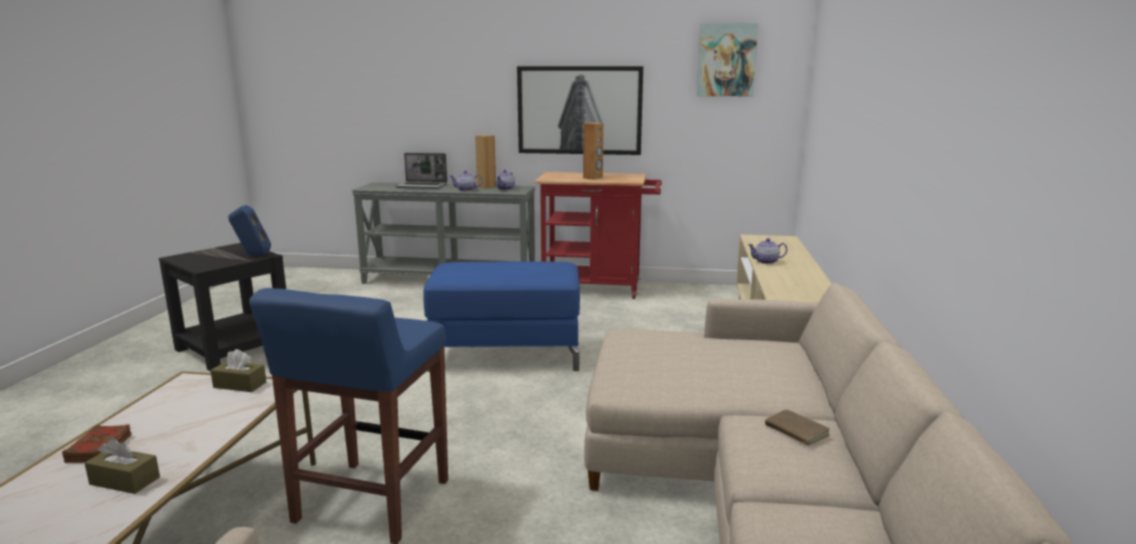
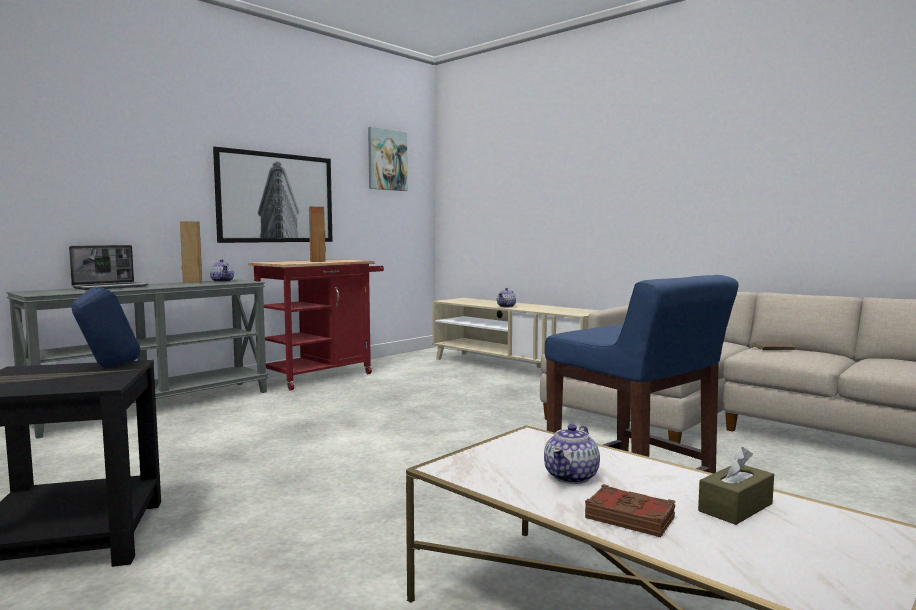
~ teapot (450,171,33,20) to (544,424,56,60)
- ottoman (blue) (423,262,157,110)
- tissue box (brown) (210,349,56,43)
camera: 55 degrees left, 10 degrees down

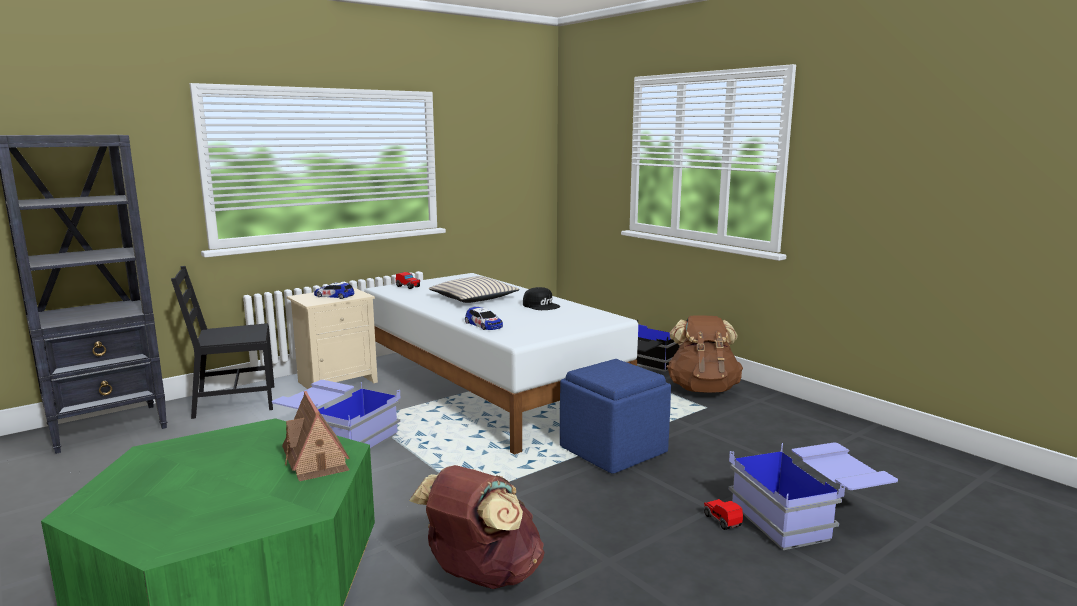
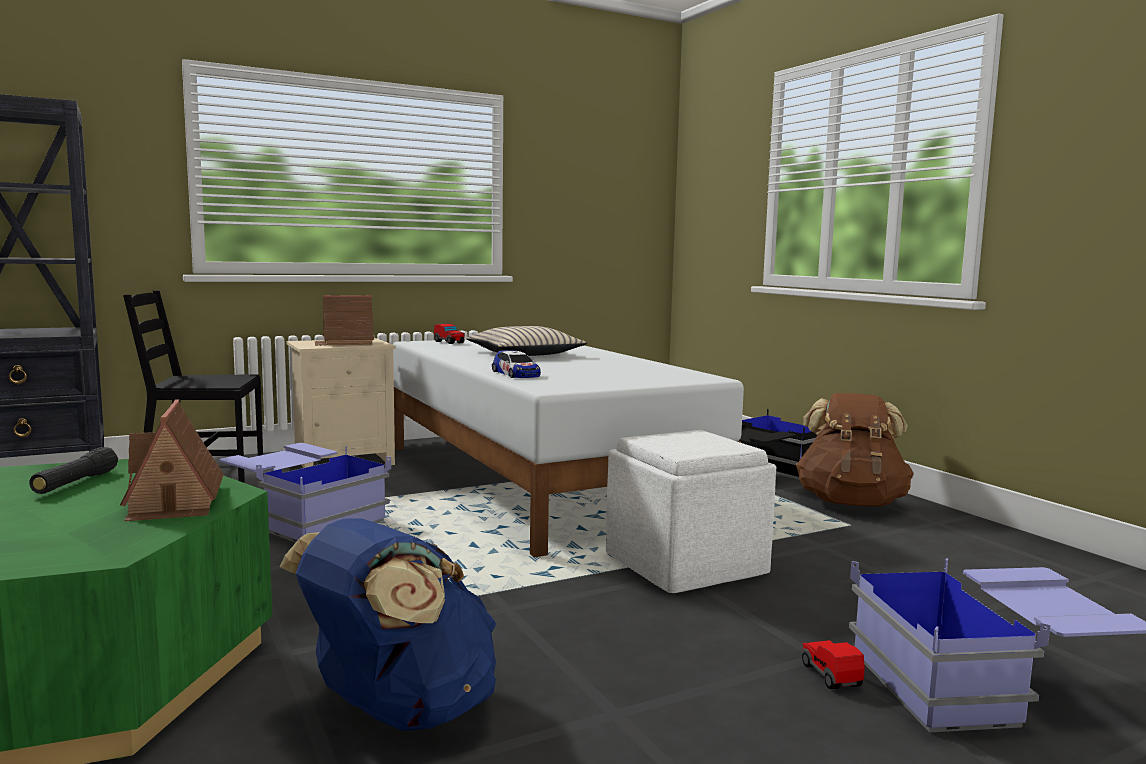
~ toy car (314,283,40,16) to toy house (315,295,59,51)
- cap (black) (523,287,37,23)
~ ottoman (blue) (560,359,111,114) to ottoman (white) (606,430,170,163)
~ backpack (brown) (409,465,136,124) to backpack (blue) (280,518,216,213)
+ flashlight (black) (29,447,89,47)
camera: 10 degrees right, 5 degrees down

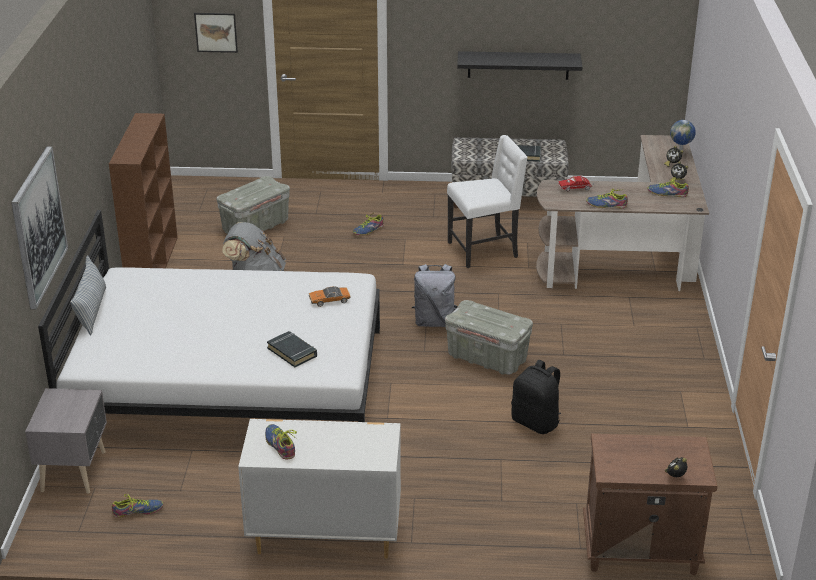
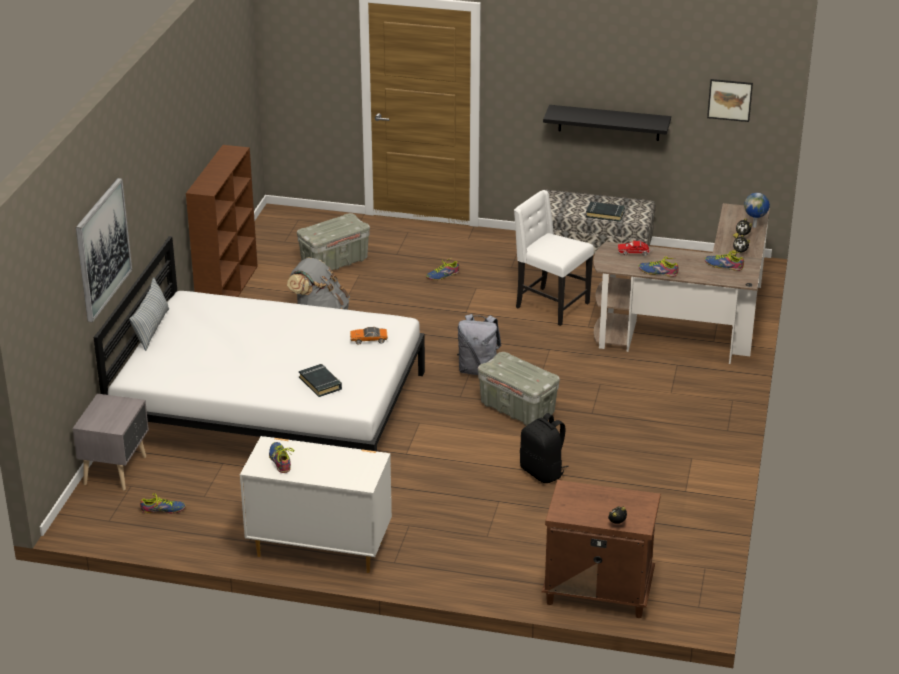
~ picture (194,13,44,40) to (707,79,46,43)
~ chair (white) (447,135,81,133) = (514,190,80,136) 135 degrees counterclockwise
camera: 10 degrees right, 0 degrees up

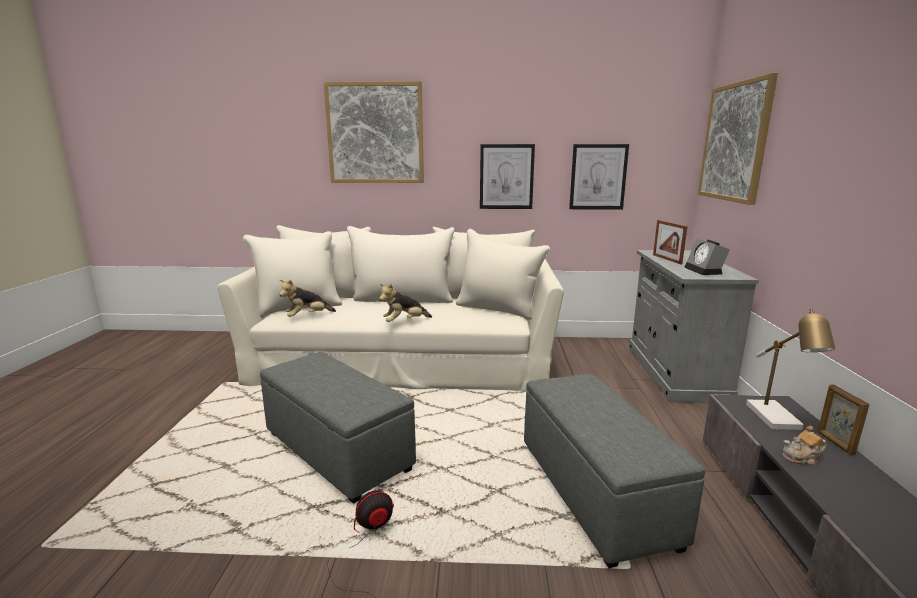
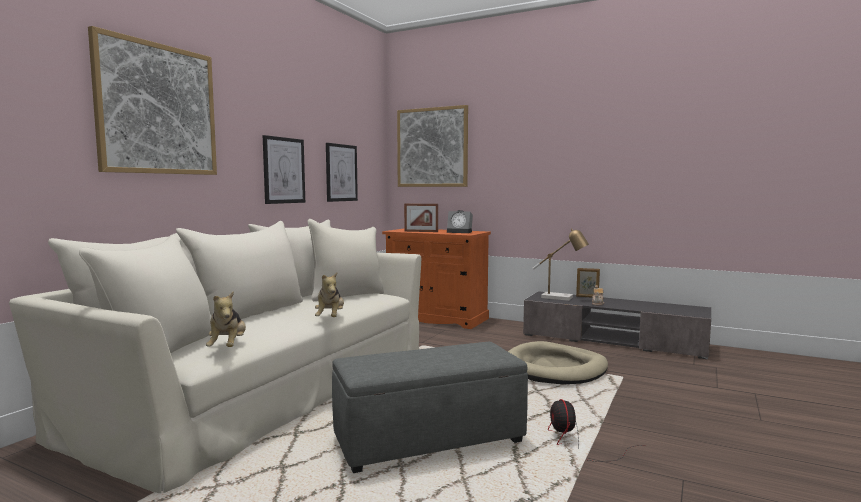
~ cabinet (grey) (629,250,130,153) to cabinet (orange) (382,229,109,100)
~ ottoman (grey) (524,374,181,195) to dog bed (beige) (508,341,100,43)
camera: 65 degrees left, 10 degrees down

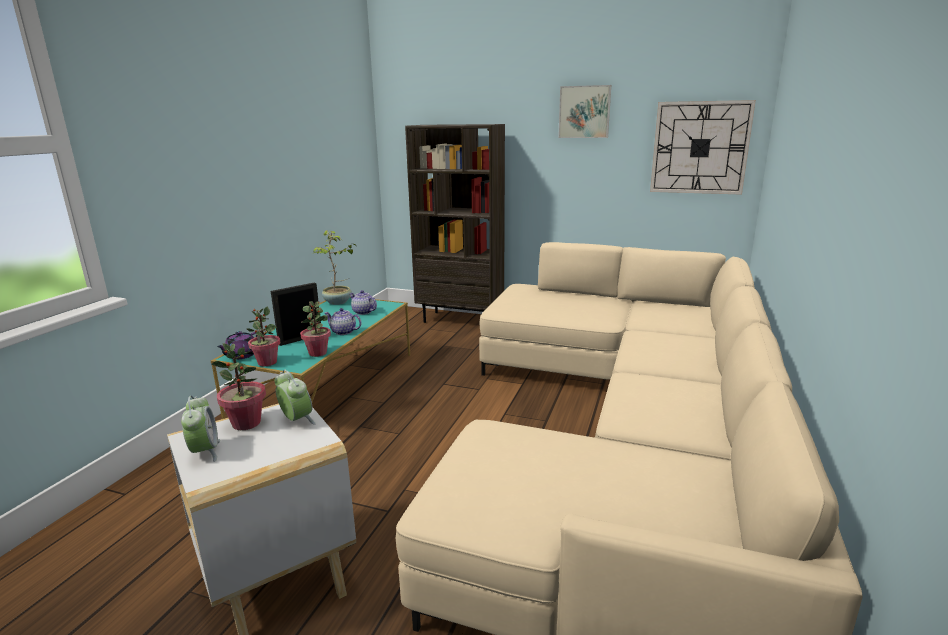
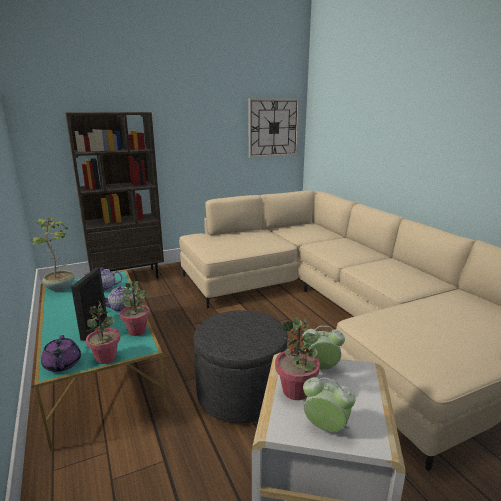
- picture (558,85,53,53)
+ ottoman (grey) (194,310,94,113)
camera: 45 degrees left, 0 degrees up

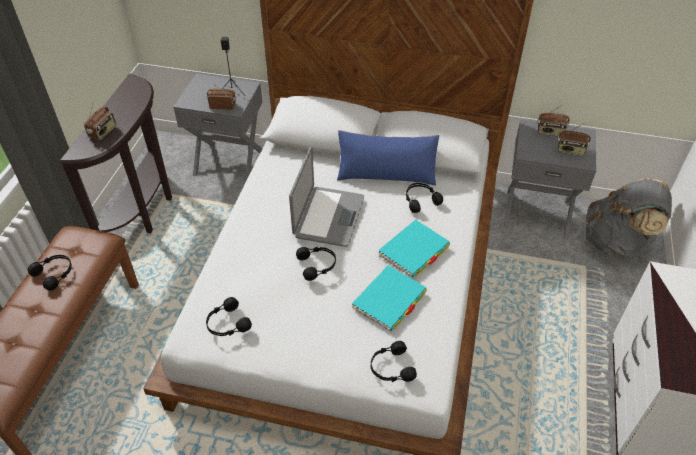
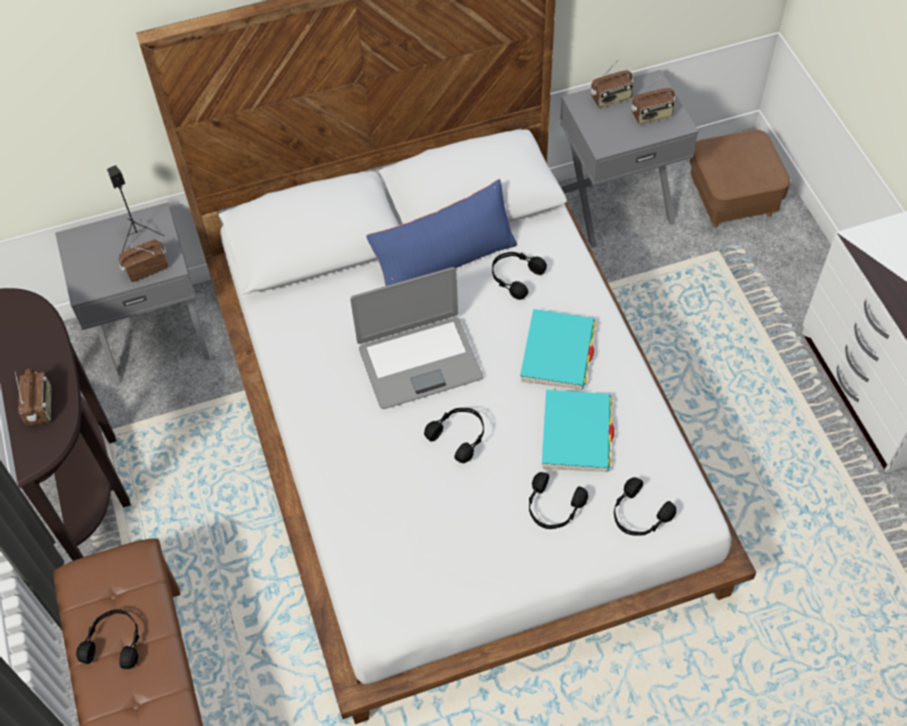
~ laptop (289,147,75,99) = (350,267,133,142) 90 degrees clockwise
~ backpack (grey) (586,178,86,81) to ottoman (brown) (690,130,100,98)
~ headphones (black) (206,297,46,39) to (529,472,59,57)
camera: 30 degrees left, 10 degrees up

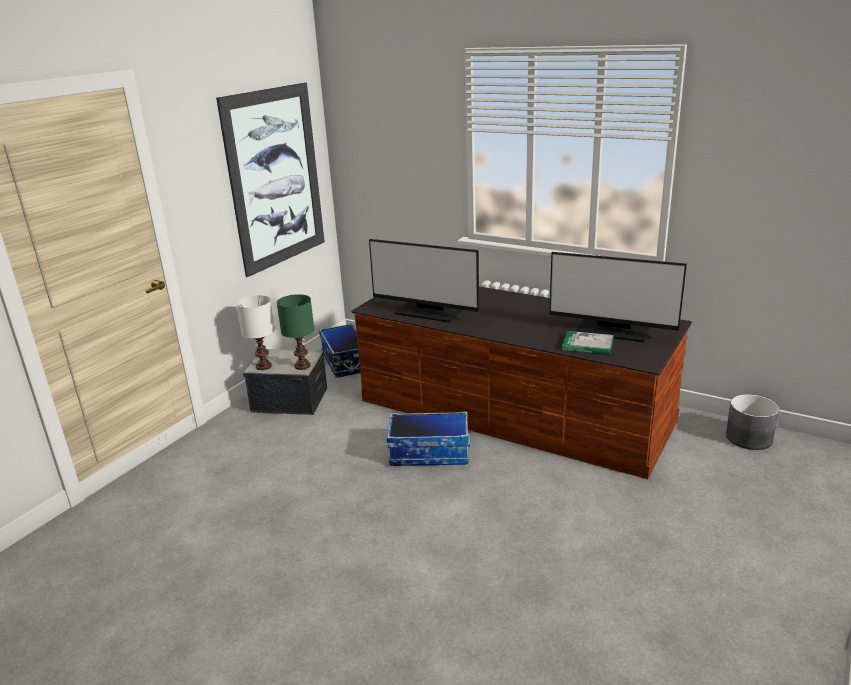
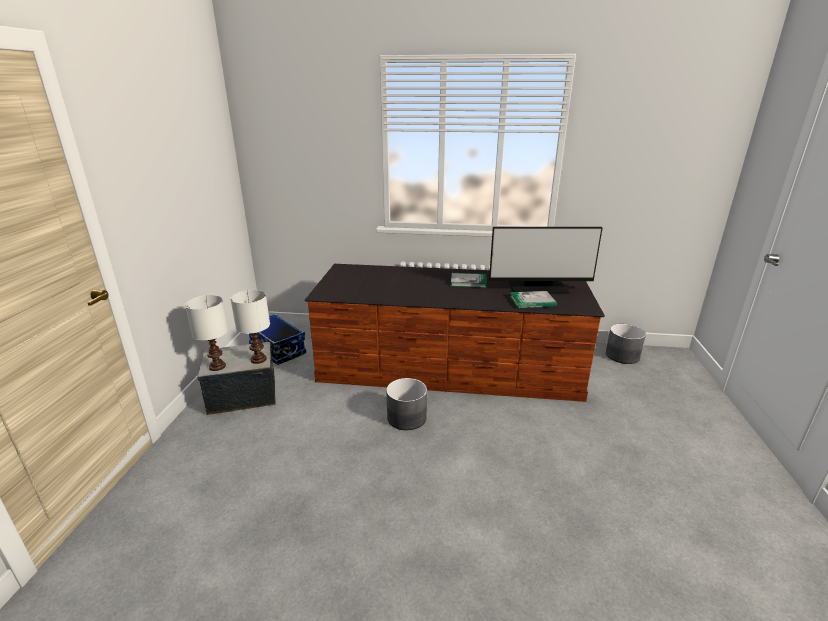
- picture (216,82,109,195)
- monitor (369,239,110,83)
~ table lamp (green) (277,294,37,76) to table lamp (white) (230,290,40,74)
~ storage box (387,412,83,54) to planter (grey) (386,378,41,52)
+ book (451,273,36,15)
camera: 25 degrees left, 0 degrees up

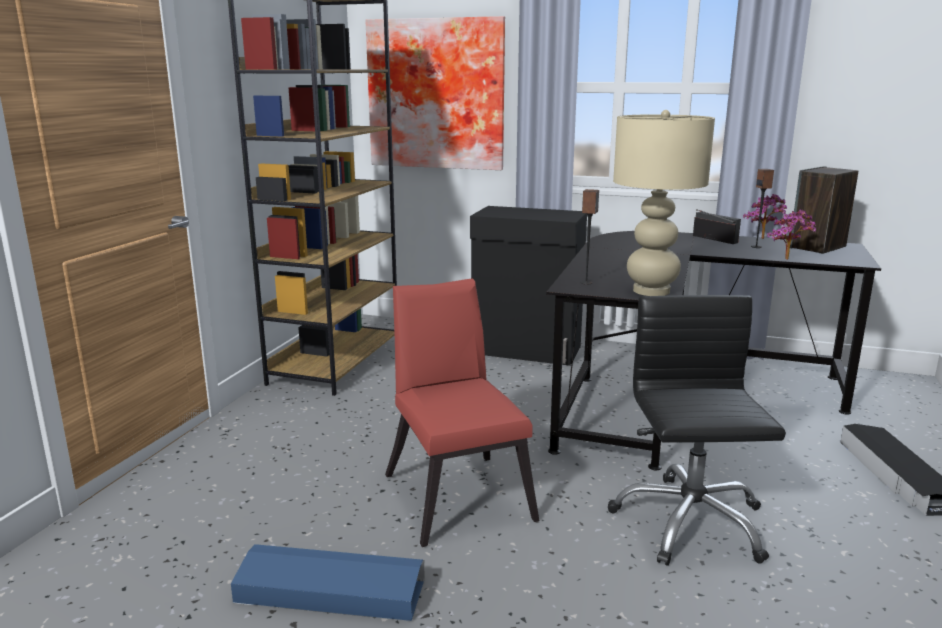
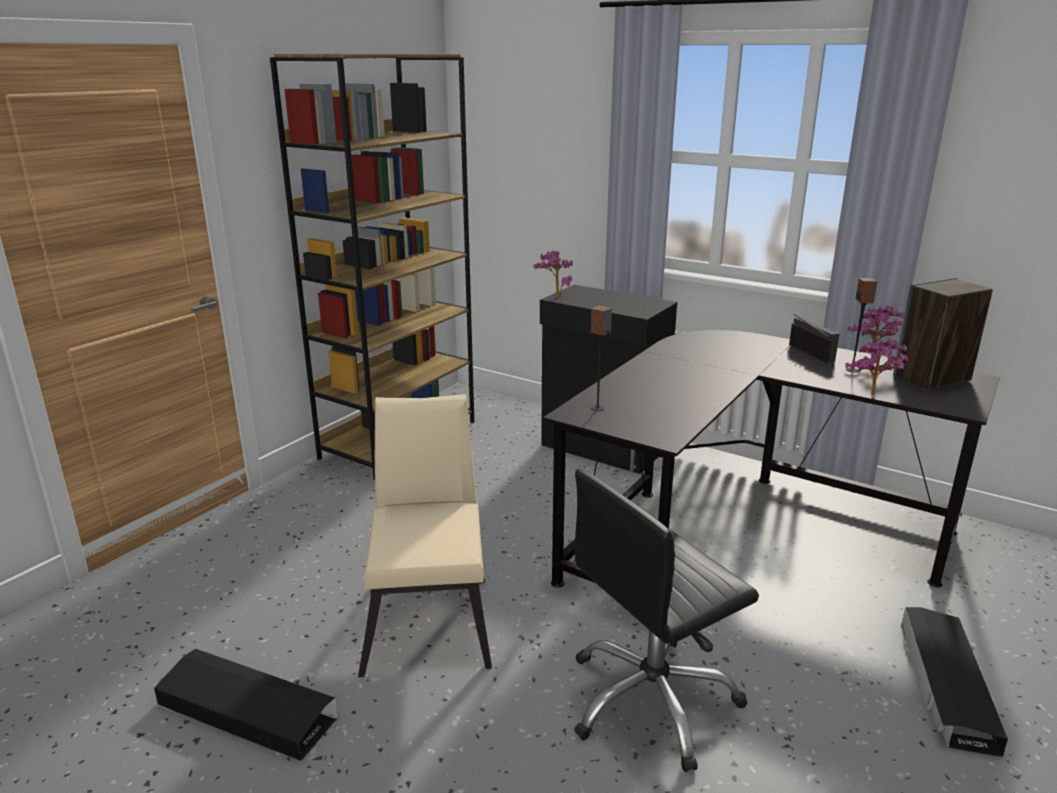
- picture (365,16,140,154)
- table lamp (beige) (613,110,102,186)
~ chair (red) (385,278,154,269) to chair (beige) (358,394,134,283)
~ office chair (black) (608,295,178,271) = (574,469,185,303) 135 degrees counterclockwise
~ storage box (blue) (231,544,194,77) to storage box (black) (154,649,184,112)
+ potted plant (534,251,39,47)
camera: 15 degrees right, 5 degrees up

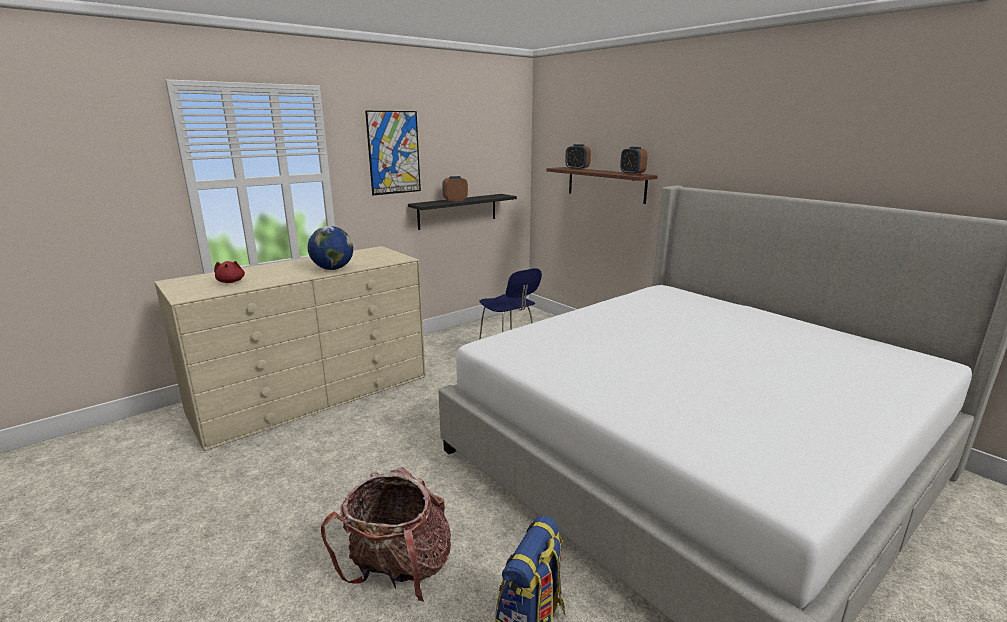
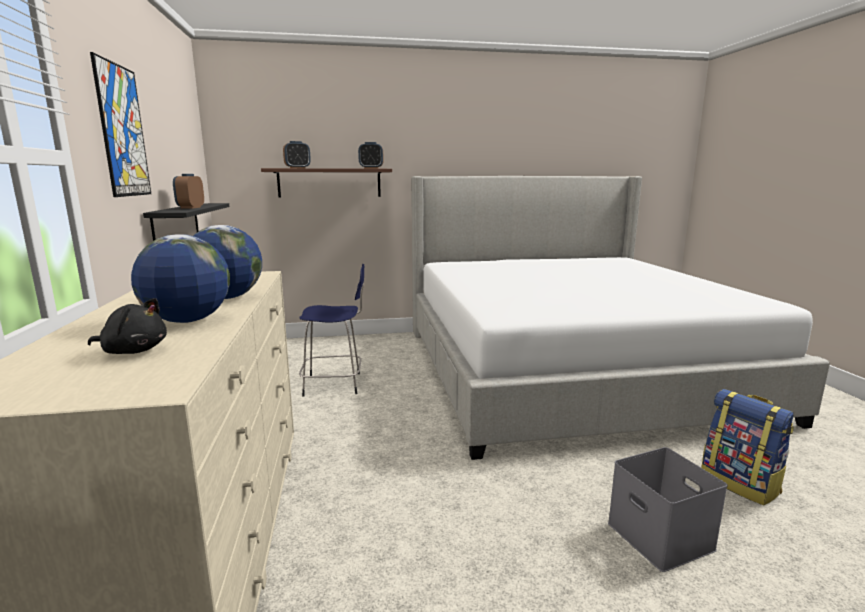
~ plush toy (red) (214,261,31,22) to plush toy (black) (88,298,79,56)
~ backpack (321,467,130,135) to storage box (grey) (608,447,120,125)
+ globe (131,234,99,89)
camera: 60 degrees left, 5 degrees down

